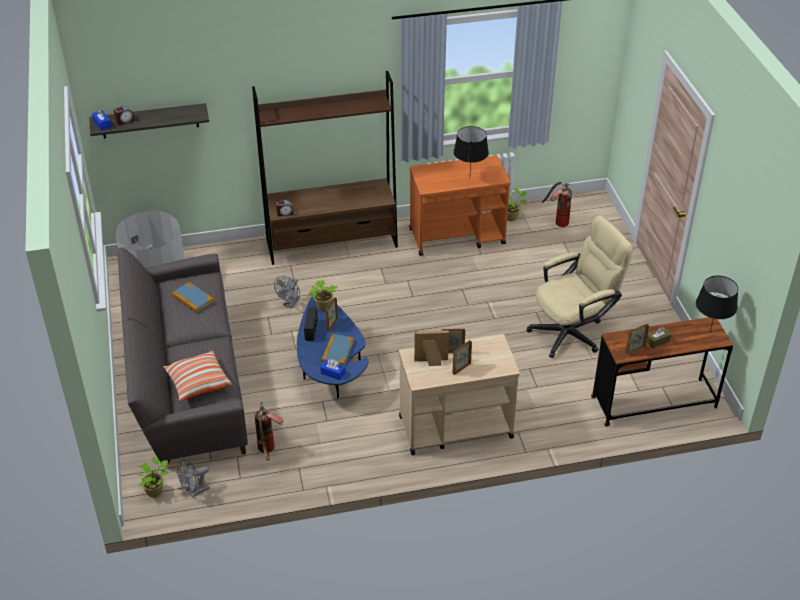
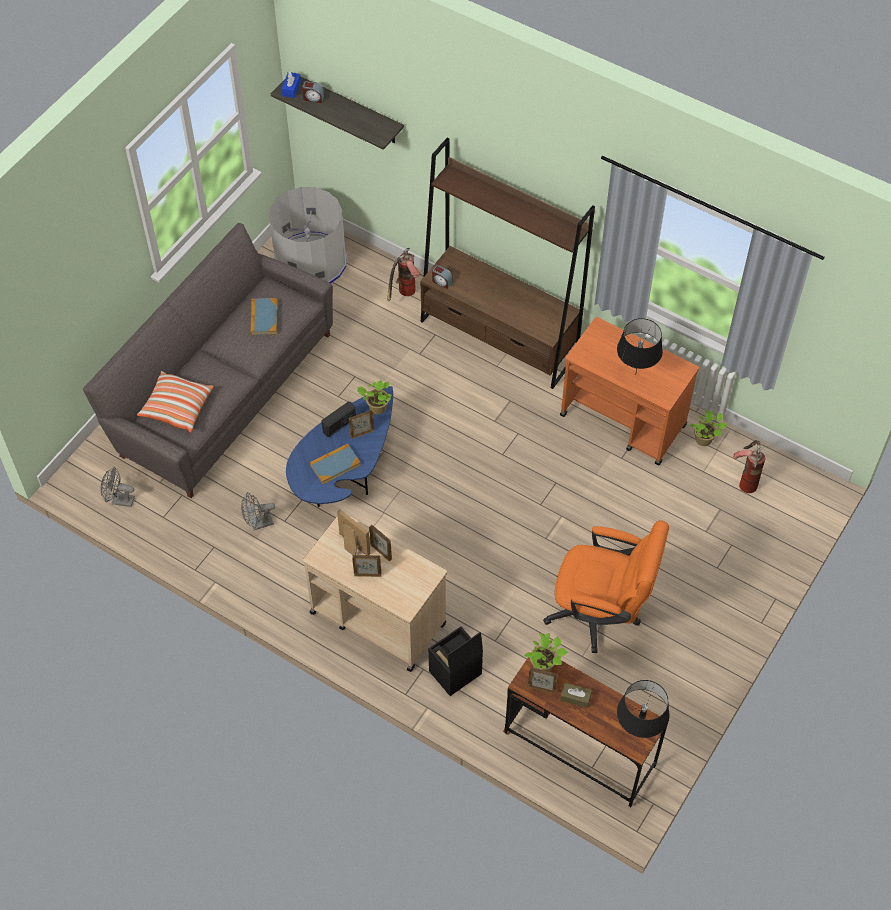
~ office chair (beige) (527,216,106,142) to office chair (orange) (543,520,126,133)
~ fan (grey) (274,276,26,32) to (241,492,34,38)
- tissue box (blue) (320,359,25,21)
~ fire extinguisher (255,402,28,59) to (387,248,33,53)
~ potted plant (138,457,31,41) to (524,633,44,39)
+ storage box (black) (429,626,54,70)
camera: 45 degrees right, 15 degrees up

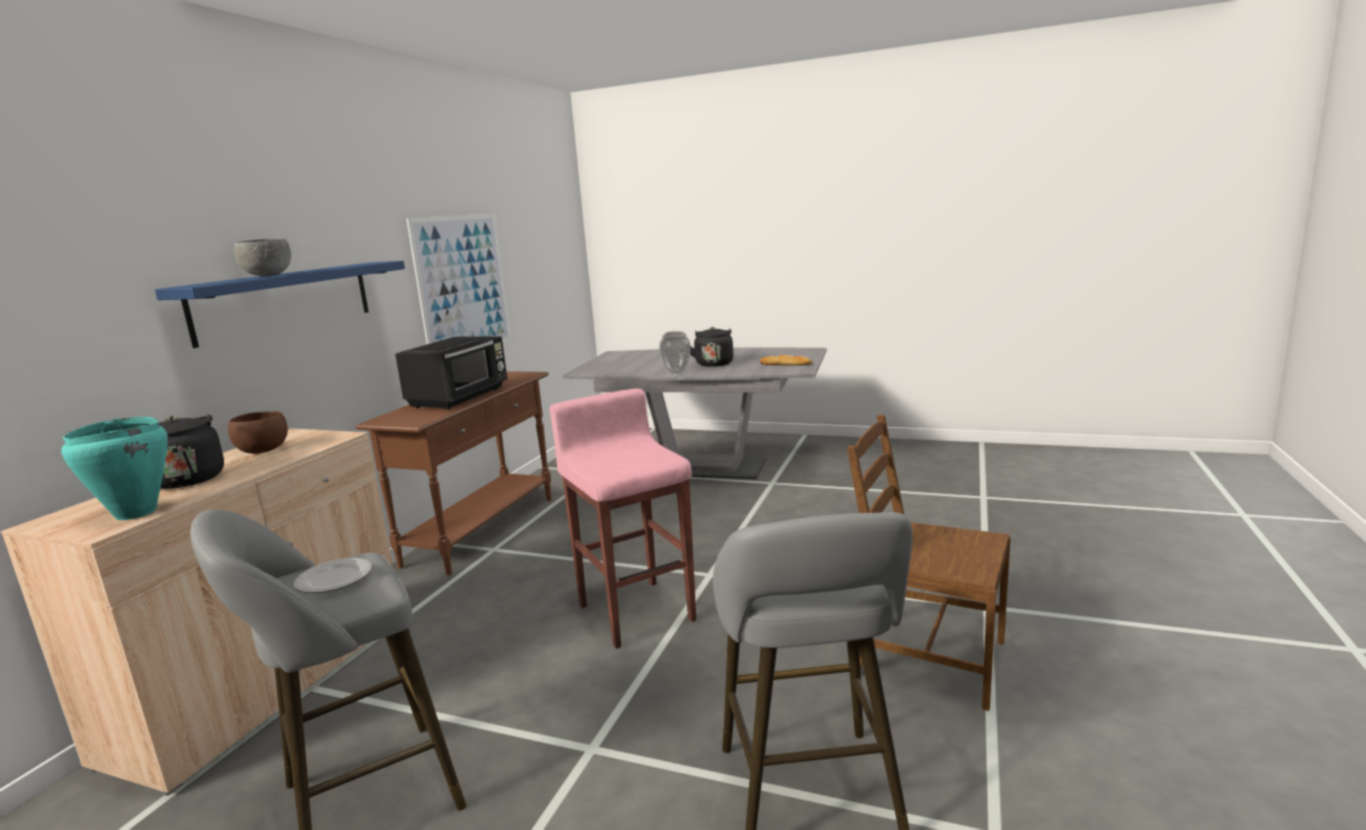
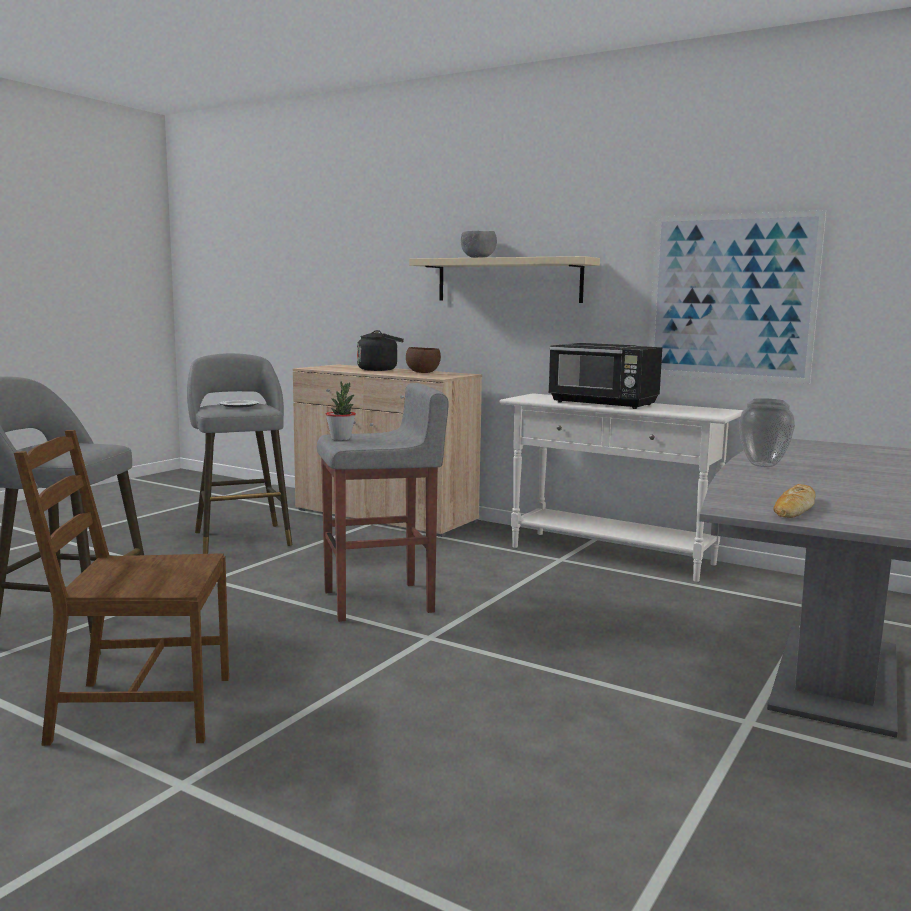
~ shelf (blue) (155,261,250,87) to shelf (beige) (409,256,191,47)
- kettle (black) (690,327,43,40)
~ console table (brown) (356,371,195,204) to console table (white) (499,393,244,189)
~ stool (pink) (549,389,147,260) to stool (grey) (317,383,132,239)
~ chair (brown) (847,415,164,296) = (14,430,215,316) 135 degrees counterclockwise
- cooking pot (turquoise) (61,417,107,103)
+ potted plant (326,381,30,59)
camera: 100 degrees right, 5 degrees down

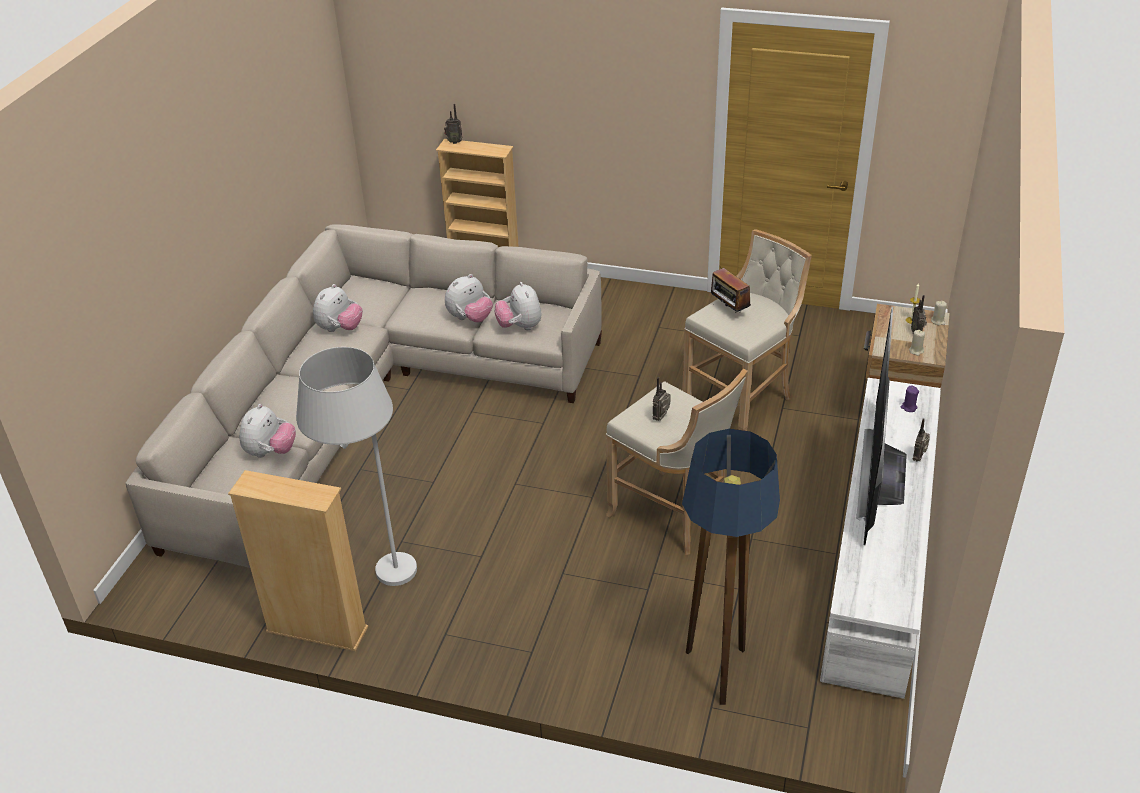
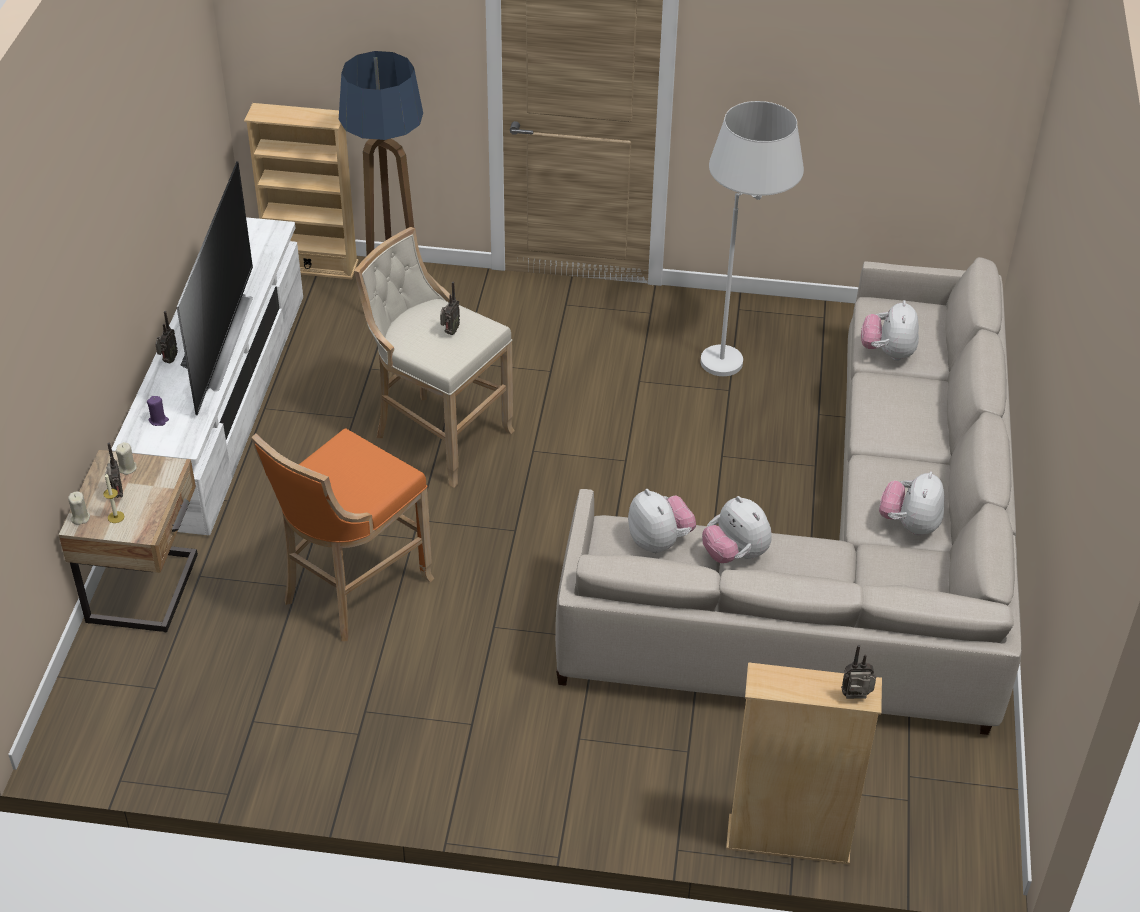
~ stool (beige) (682,229,130,202) to stool (orange) (251,428,183,213)
- radio (711,268,40,45)
~ plush toy (445,274,48,48) = (702,496,70,67) 75 degrees counterclockwise
~ bookcase (beige) (228,470,140,181) to (244,103,115,177)
camera: 170 degrees right, 5 degrees up

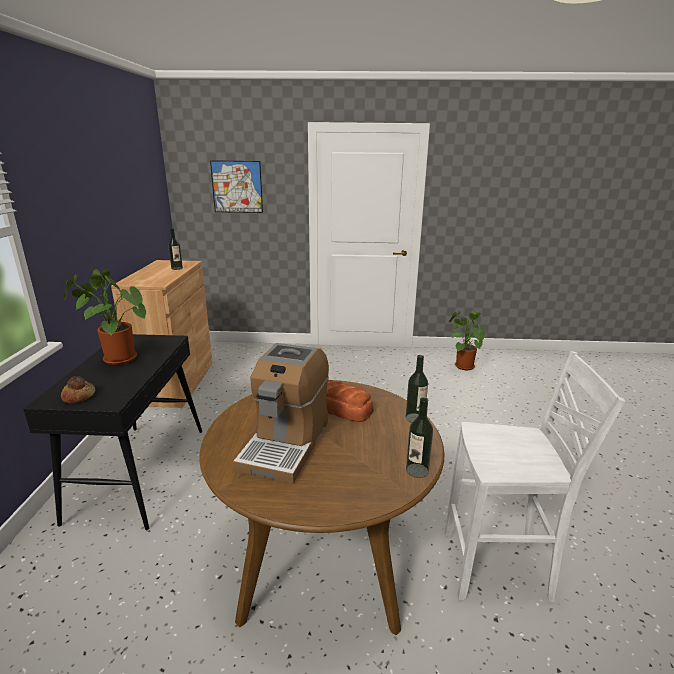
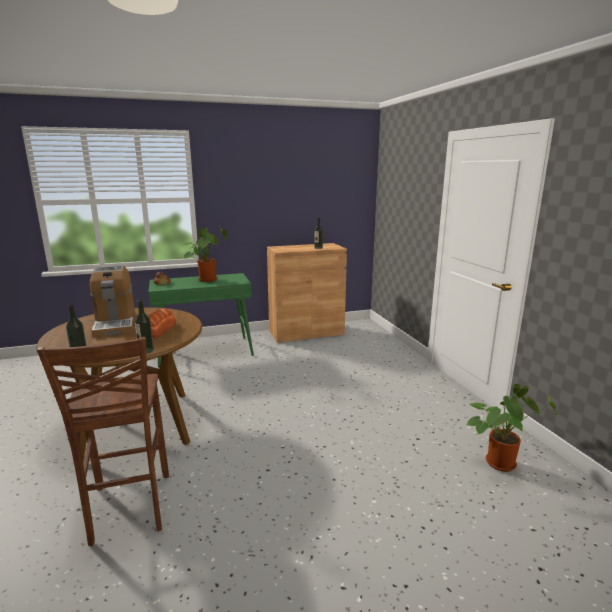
- picture (210,160,53,53)
~ console table (black) (23,334,179,196) to console table (green) (148,273,106,95)
~ coffee machine (233,343,96,141) = (90,265,45,72) 105 degrees counterclockwise
~ stool (white) (445,351,180,252) to stool (brown) (37,337,132,209)
camera: 70 degrees right, 5 degrees down

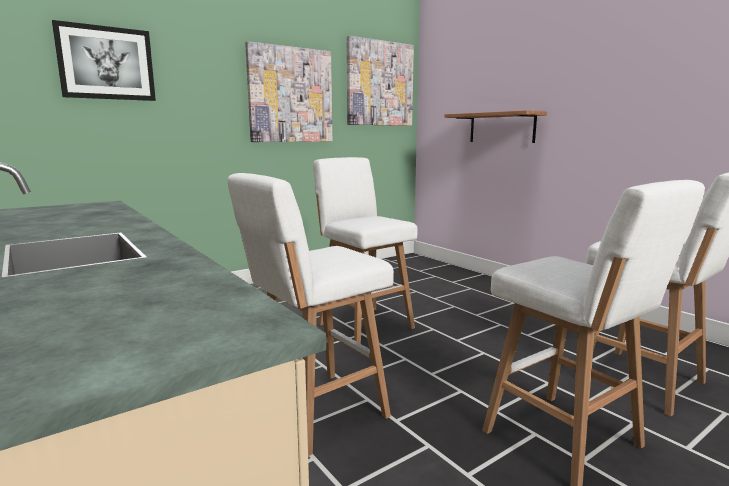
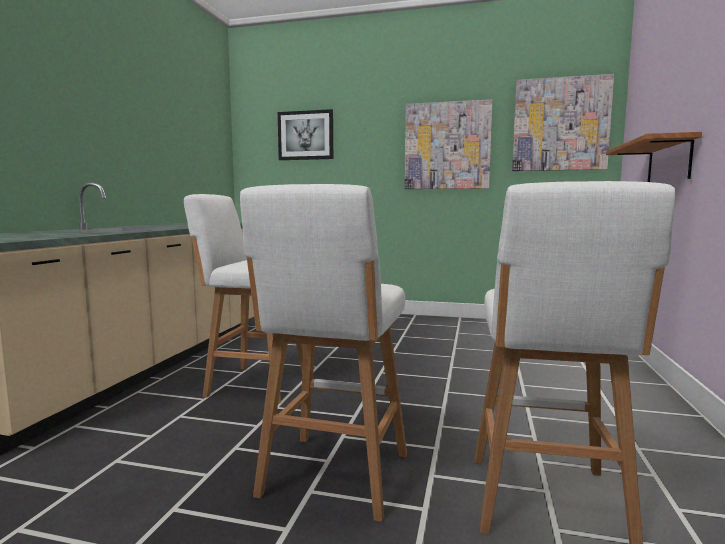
- stool (white) (313,157,105,187)
camera: 50 degrees right, 5 degrees down

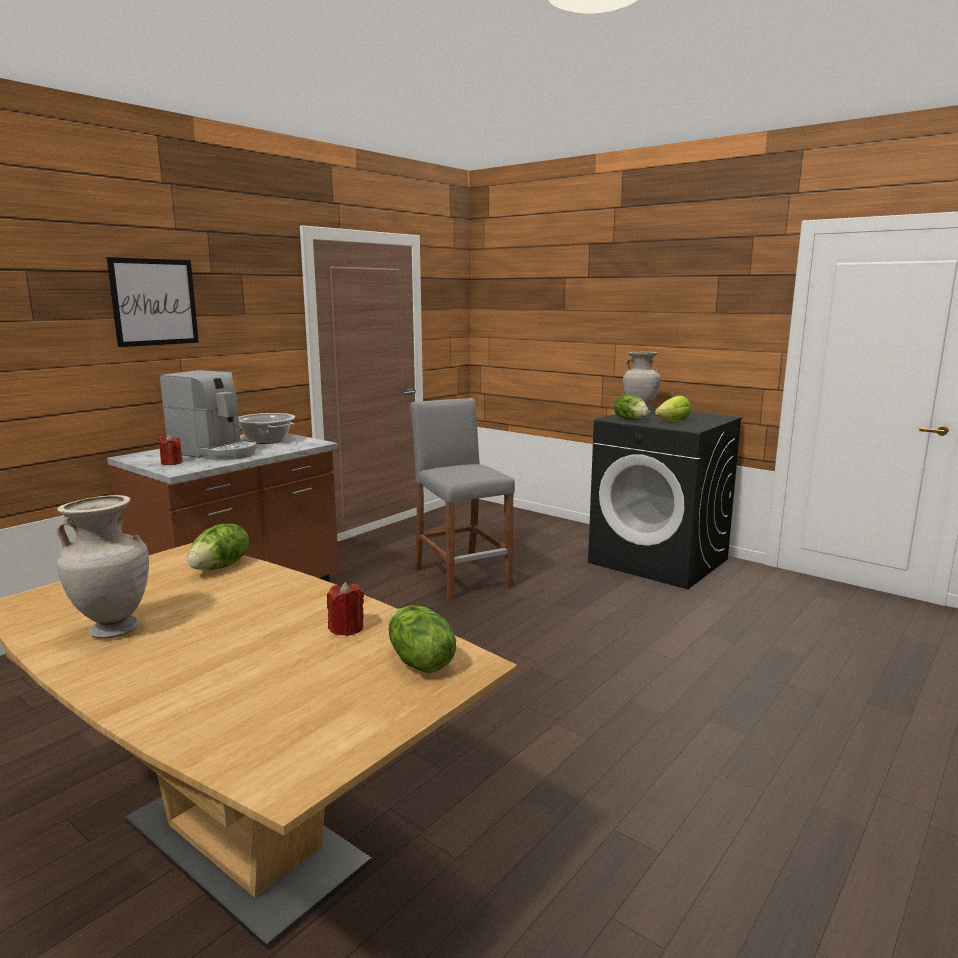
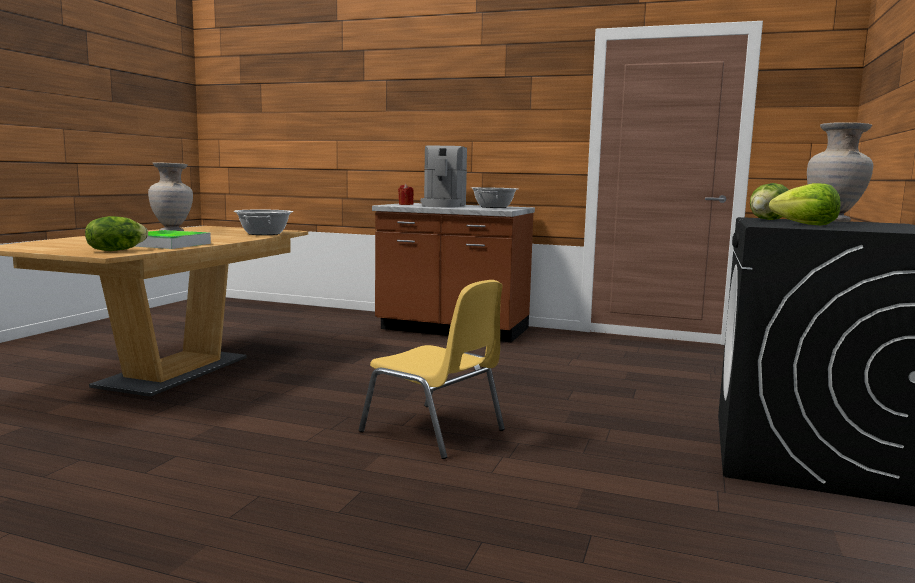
- picture (107,257,92,90)
- stool (grey) (410,398,105,203)
~ lettuce (187,524,62,46) to cooking pot (234,210,59,25)
~ candle (red) (327,582,37,54) to tray (134,230,77,19)
+ chair (yellow) (359,280,146,179)
camera: 70 degrees right, 5 degrees down

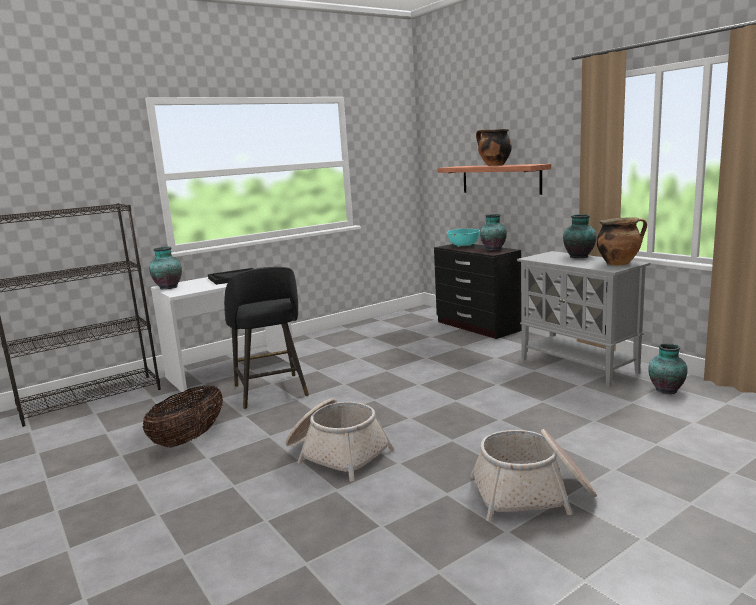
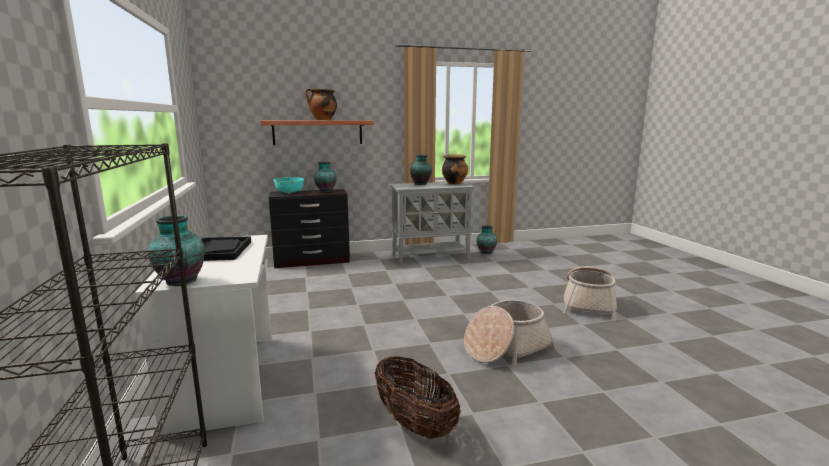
- stool (black) (224,267,85,142)
camera: 70 degrees left, 0 degrees up

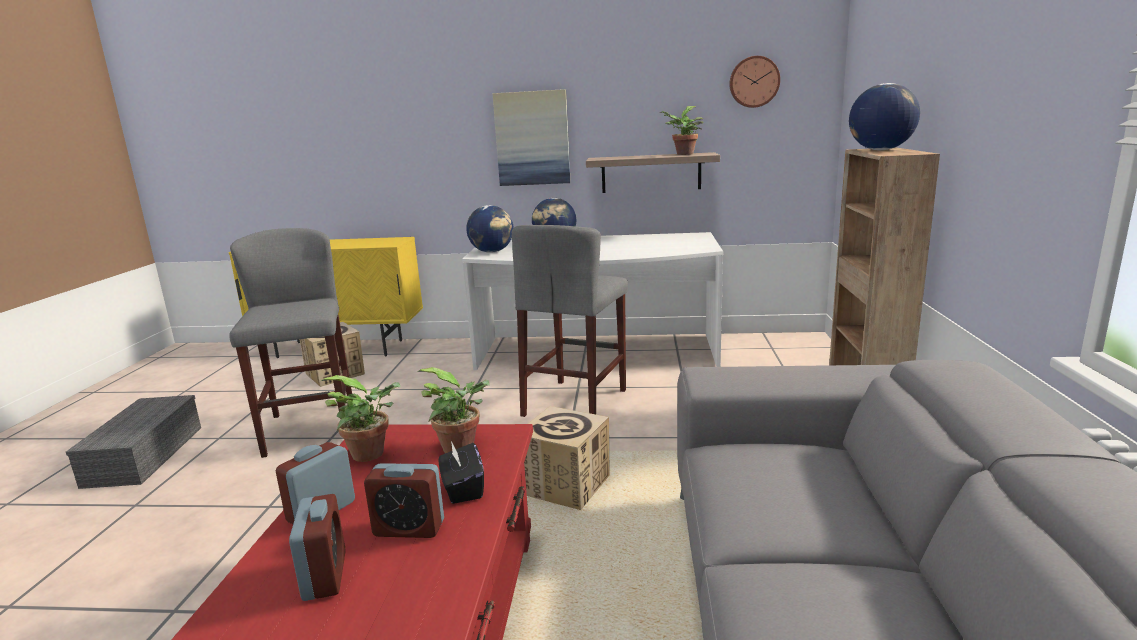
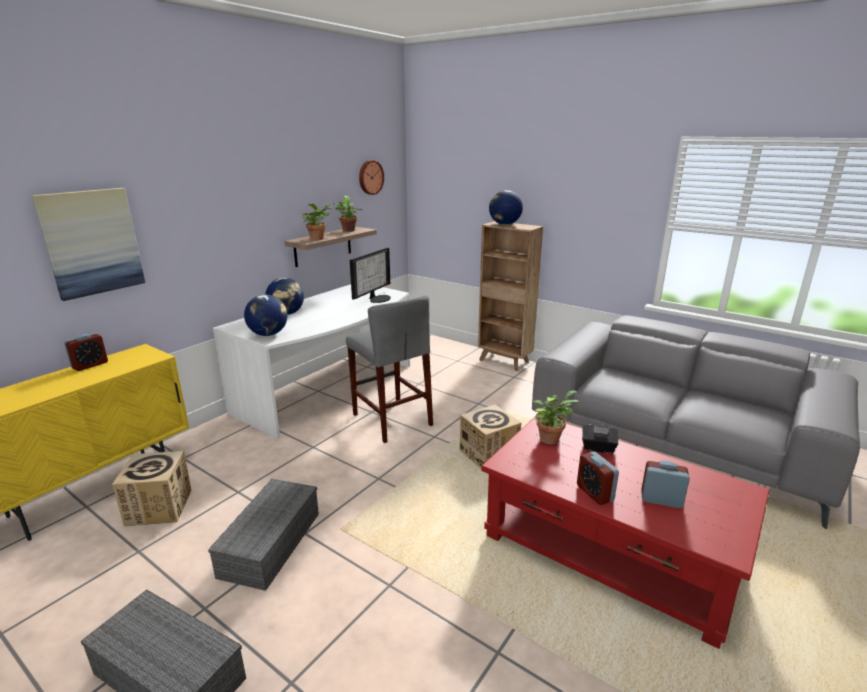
~ picture (492,89,79,97) to (32,188,113,113)
~ stool (grey) (229,228,123,230) to storage box (grey) (208,479,111,112)
~ potted plant (322,375,79,87) to (302,204,30,36)
~ alarm clock (364,463,80,75) to (64,333,44,38)
+ monitor (350,248,41,55)
camera: 60 degrees left, 5 degrees up

